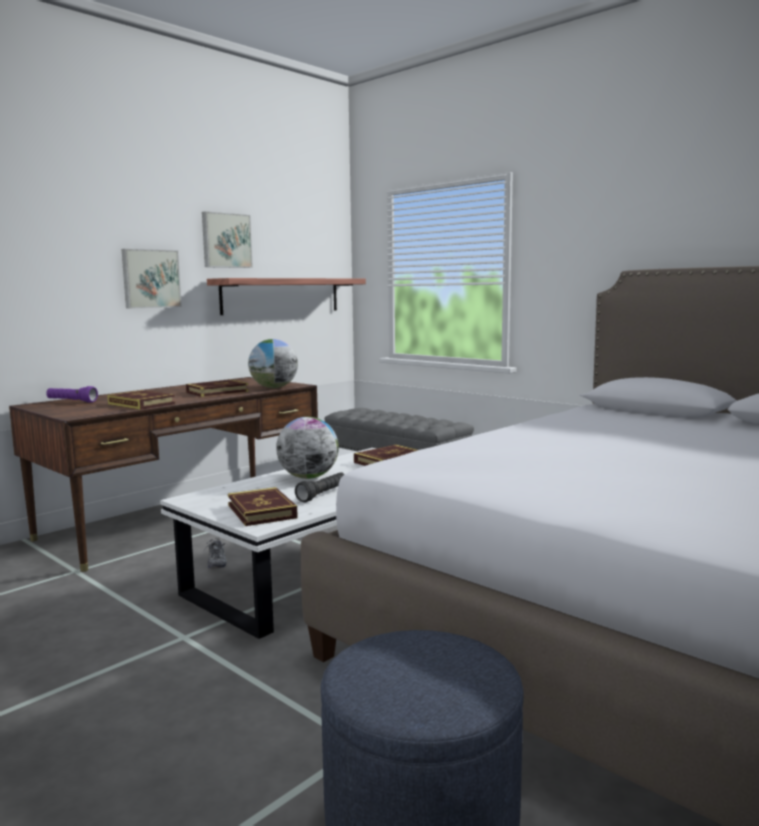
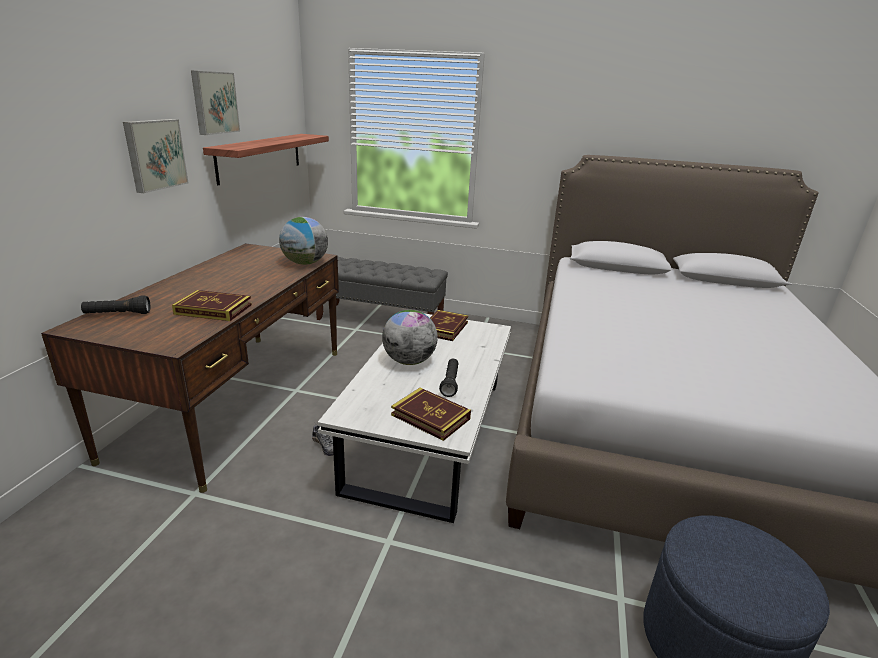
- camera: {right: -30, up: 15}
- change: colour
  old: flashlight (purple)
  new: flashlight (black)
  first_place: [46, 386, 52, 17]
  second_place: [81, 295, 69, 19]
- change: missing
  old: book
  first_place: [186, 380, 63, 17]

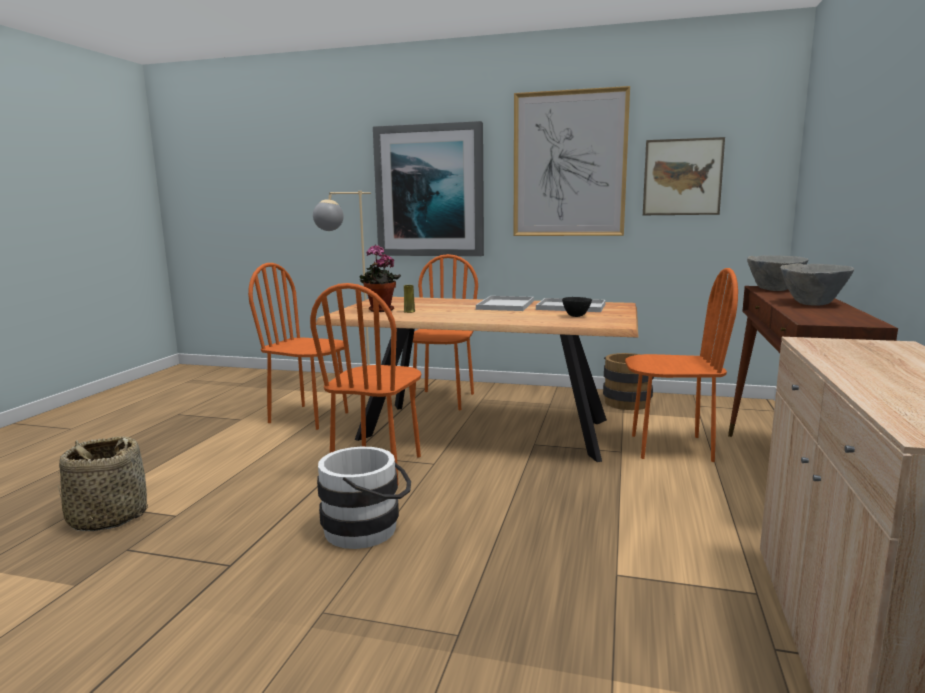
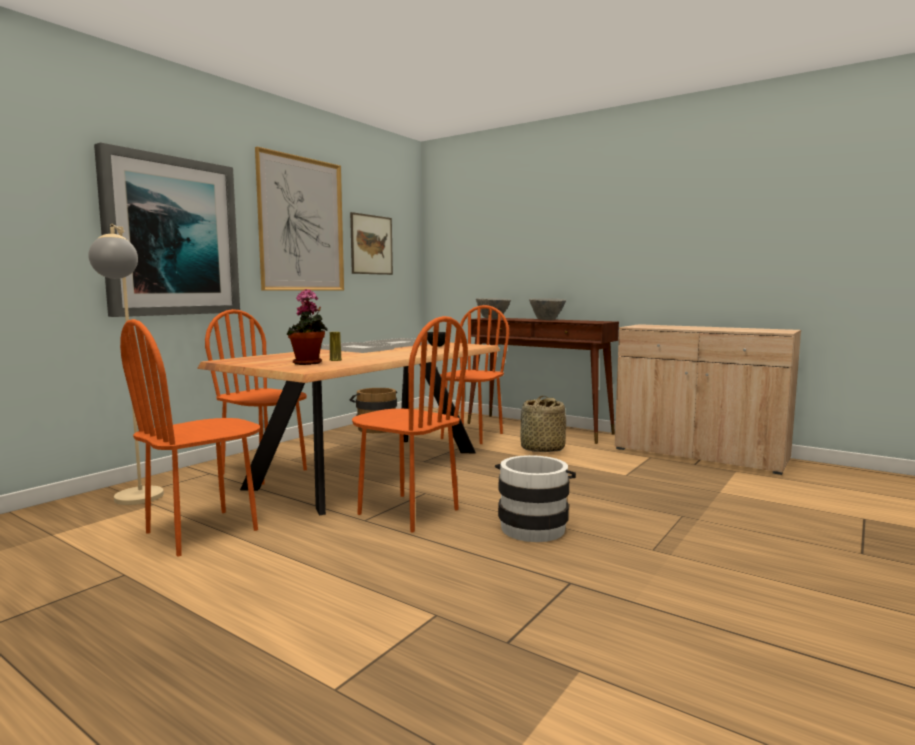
- camera: {right: -70, up: -5}
- change: relocated
  old: basket
  first_place: [58, 436, 90, 95]
  second_place: [520, 396, 46, 56]

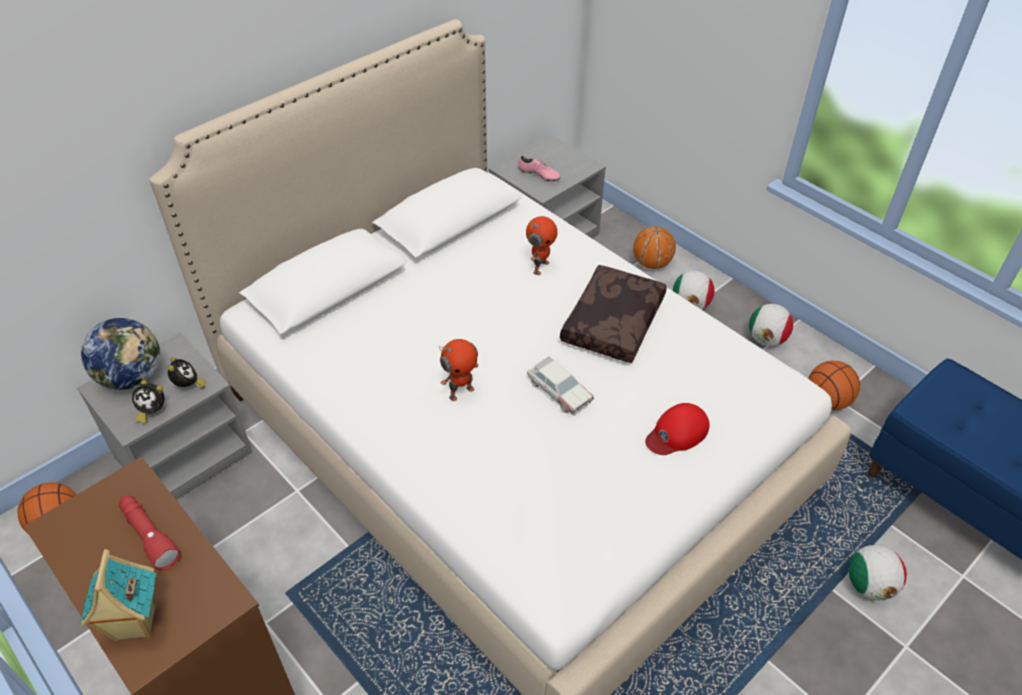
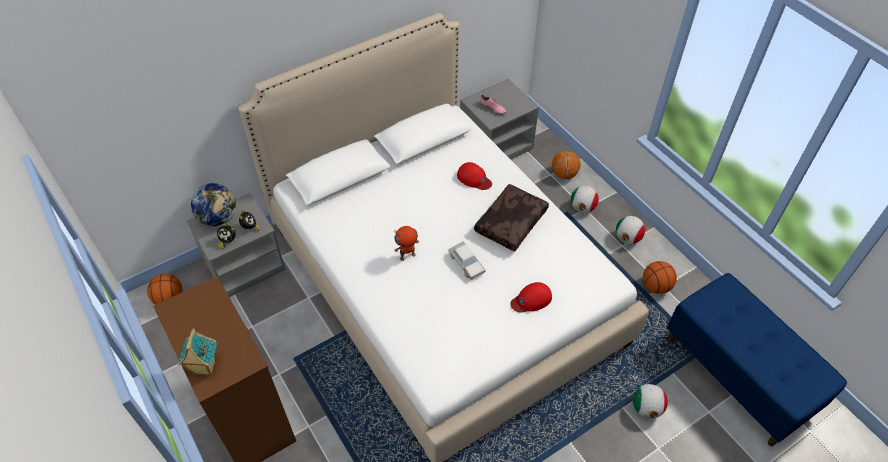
- camera: {right: 10, up: 5}
- change: missing
  old: flashlight (red)
  first_place: [119, 495, 62, 75]
- change: exchanged
  old: toy robot
  new: cap (red)
  first_place: [526, 216, 31, 59]
  second_place: [457, 162, 35, 28]

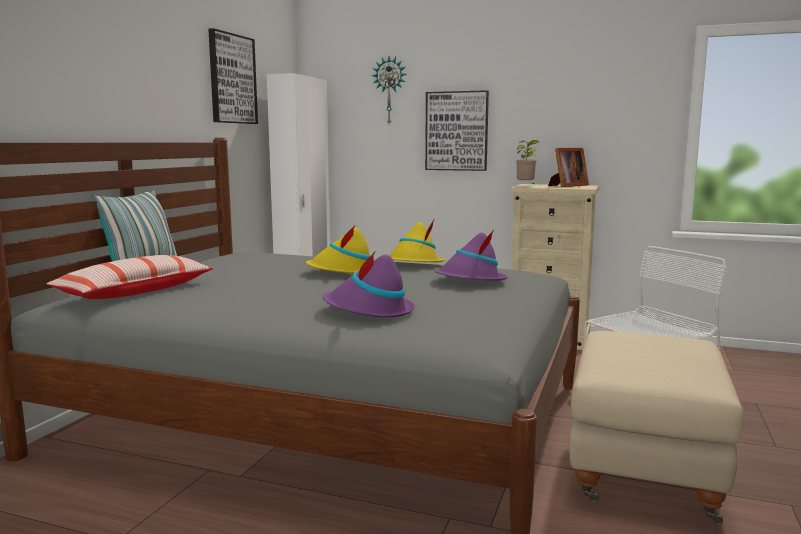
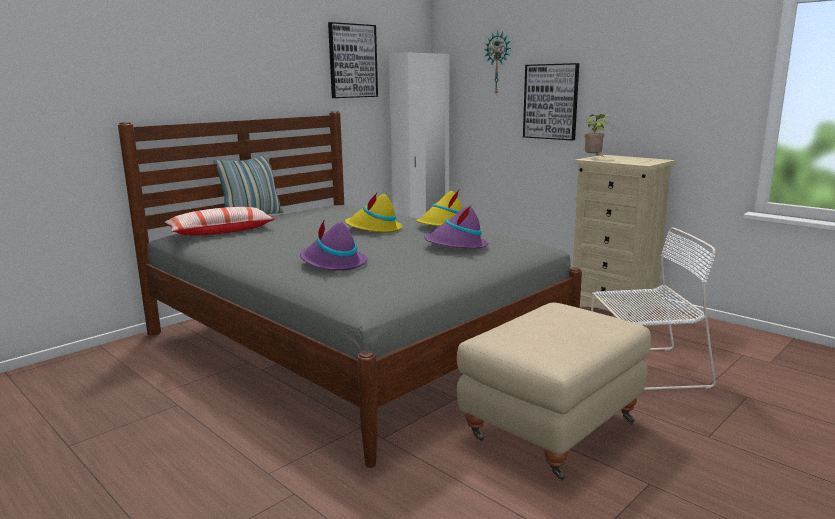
- camera: {right: 25, up: 5}
- change: missing
  old: picture frame
  first_place: [548, 148, 41, 39]

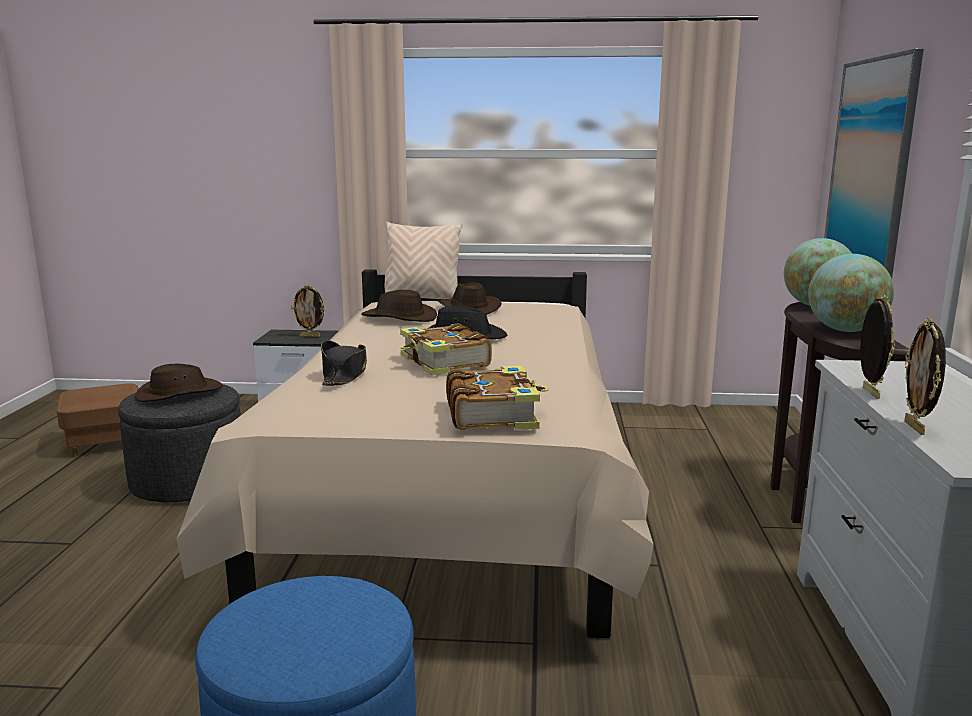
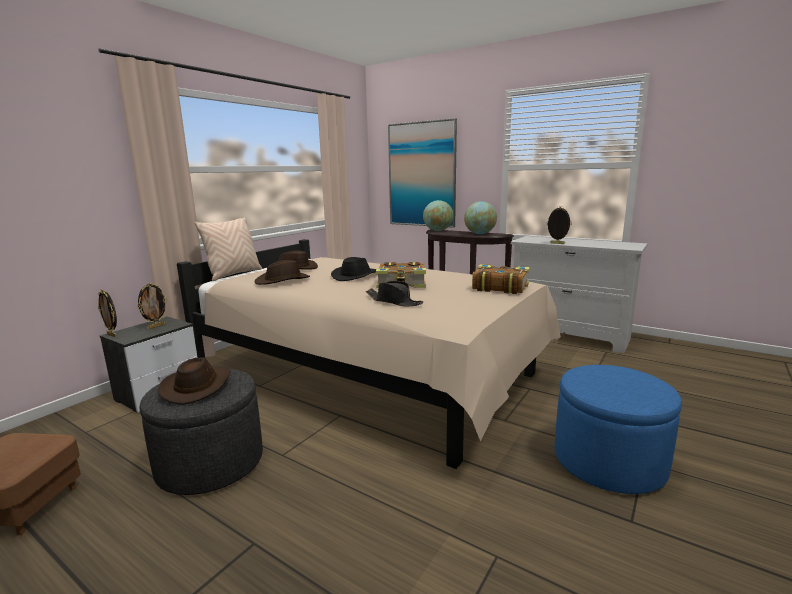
- camera: {right: -60, up: 0}
- change: relocated
  old: picture frame
  first_place: [905, 318, 41, 117]
  second_place: [98, 290, 19, 47]

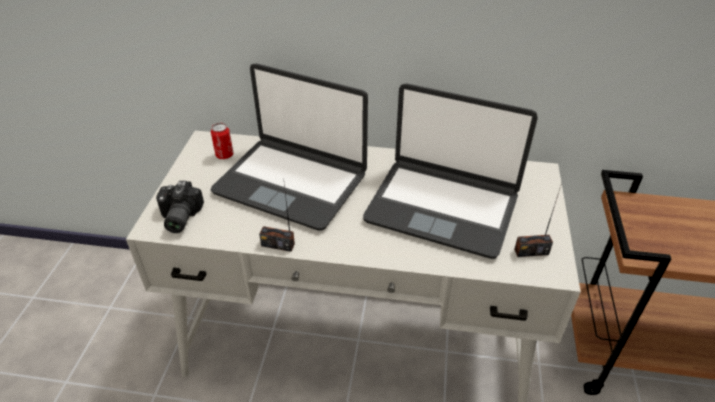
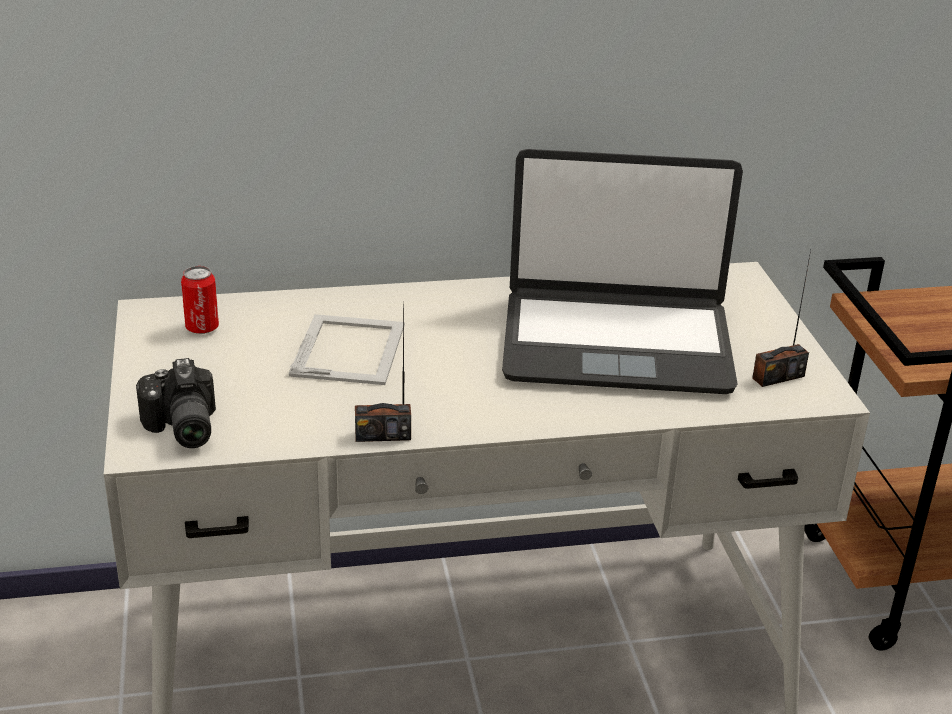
- camera: {right: -20, up: -10}
- change: exchanged
  old: laptop
  new: picture frame
  first_place: [210, 64, 158, 167]
  second_place: [289, 314, 116, 71]

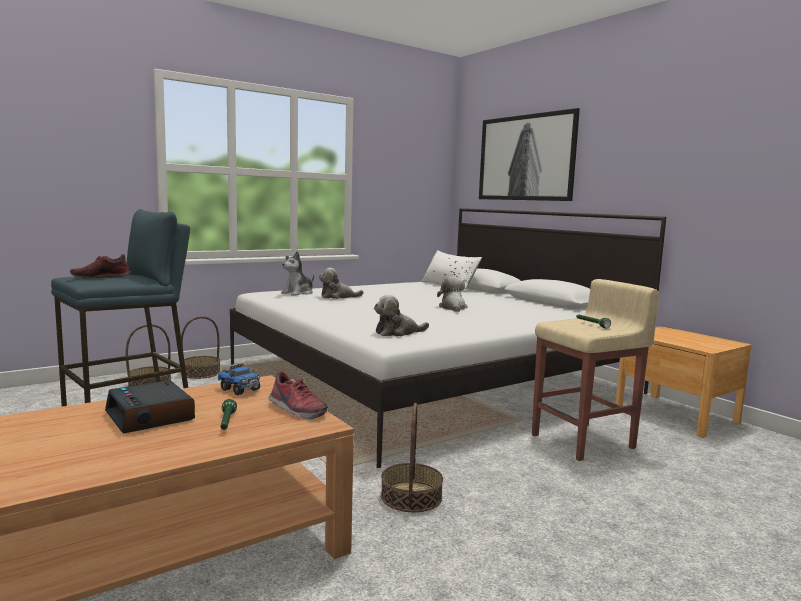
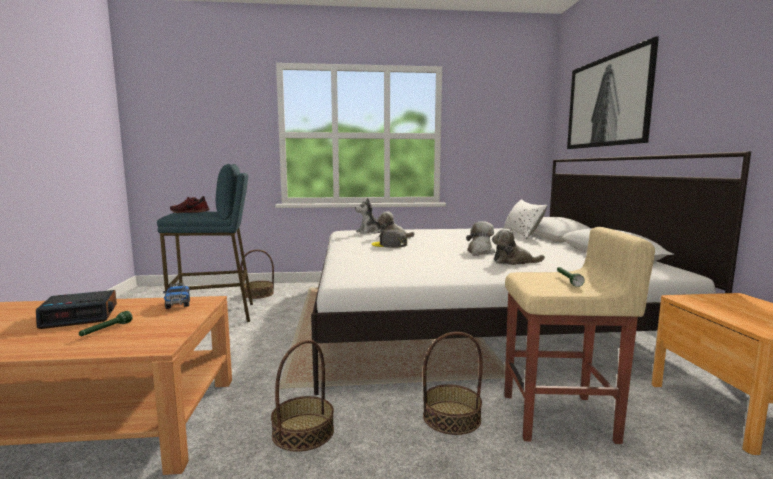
- camera: {right: 30, up: 0}
- change: spun
  old: alarm clock
  first_place: [105, 380, 90, 54]
  second_place: [36, 290, 81, 39]
  degrees: -105
- change: relocated
  old: basket
  first_place: [181, 316, 39, 63]
  second_place: [423, 332, 60, 103]
- change: missing
  old: shoe
  first_place: [268, 371, 60, 48]
- change: relocated
  old: plush toy
  first_place: [374, 295, 55, 41]
  second_place: [492, 228, 53, 37]
- change: appeared
  new: cap (grey)
  second_place: [372, 229, 35, 19]

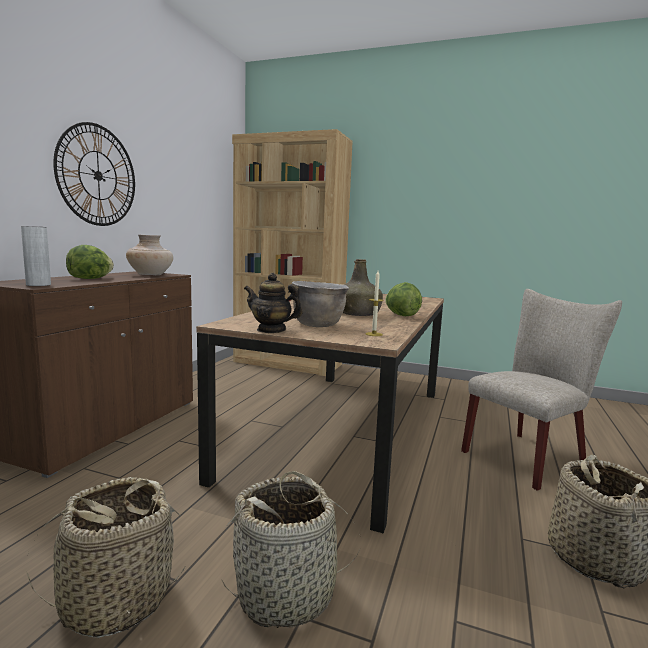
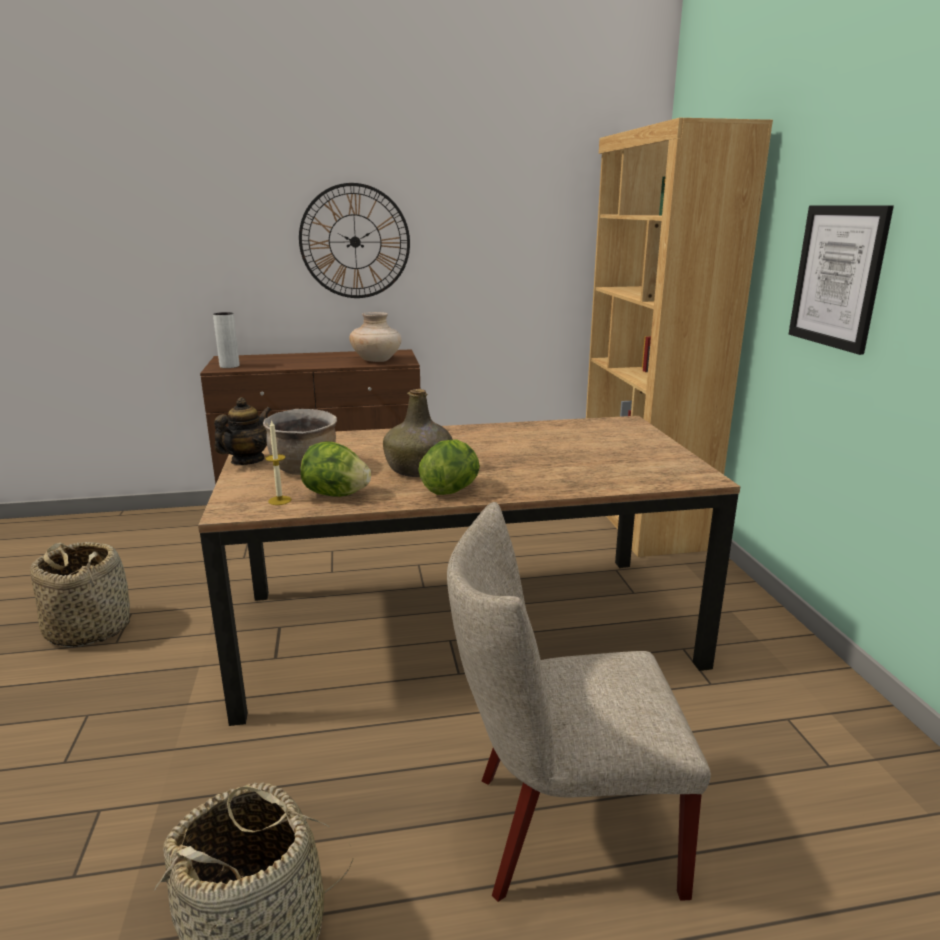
- camera: {right: 60, up: 10}
- change: relocated
  old: lettuce
  first_place: [66, 245, 48, 34]
  second_place: [300, 441, 71, 56]
- change: missing
  old: basket
  first_place: [221, 471, 140, 157]
- change: spun
  old: teapot
  first_place: [244, 273, 58, 60]
  second_place: [214, 397, 57, 68]
  degrees: 45
- change: spun
  old: chair (beige)
  first_place: [461, 289, 161, 202]
  second_place: [447, 502, 264, 400]
  degrees: 150
- change: appeared
  new: picture
  second_place: [789, 205, 105, 150]

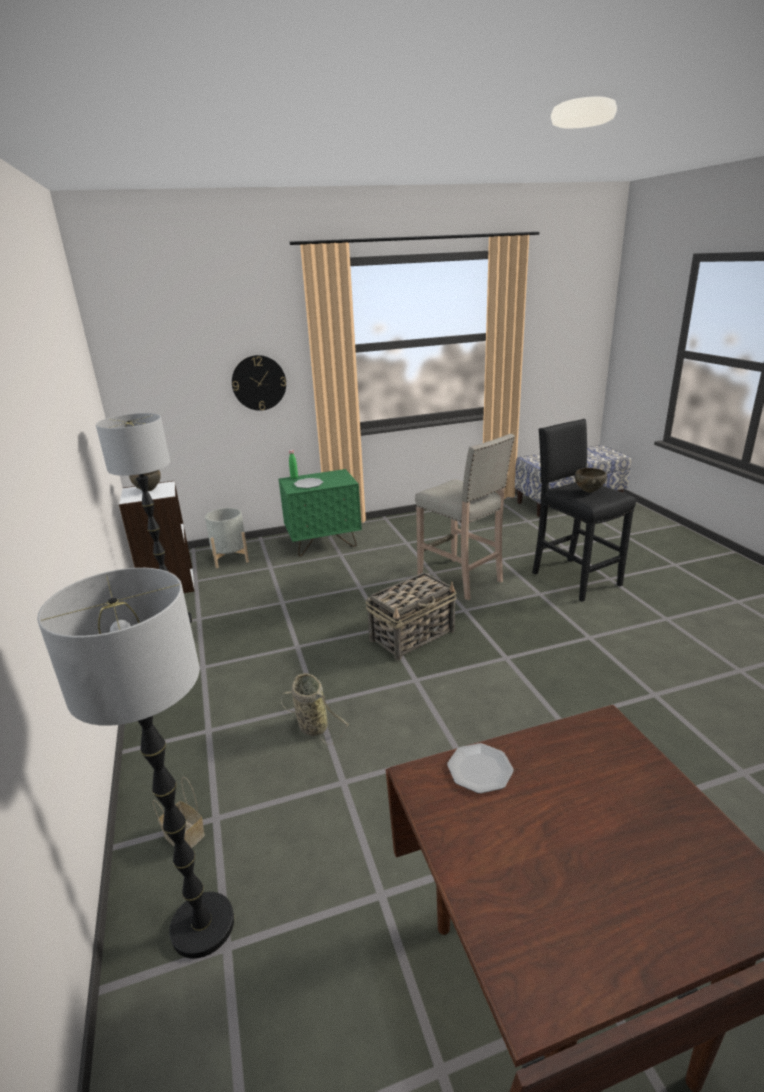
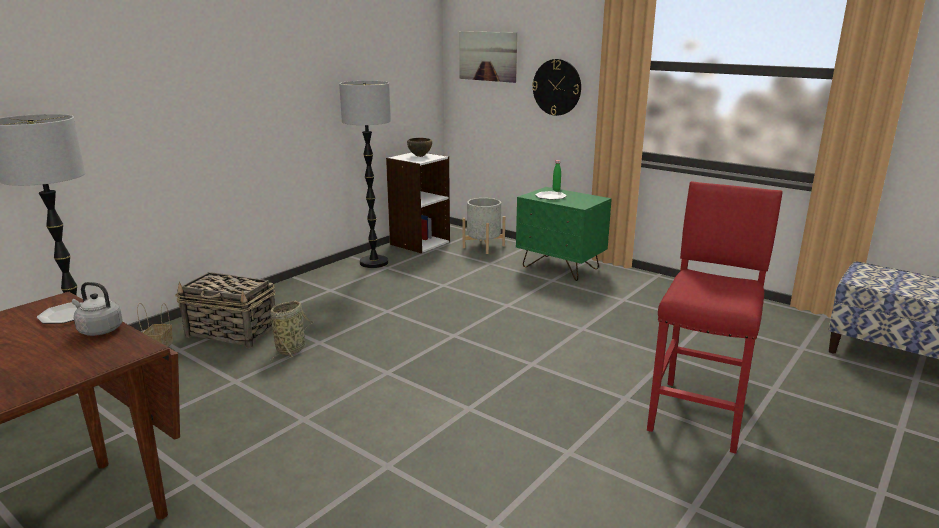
- camera: {right: 55, up: -5}
- change: relocated
  old: basket
  first_place: [366, 572, 91, 88]
  second_place: [175, 272, 100, 76]
- change: missing
  old: stool (beige)
  first_place: [415, 434, 100, 166]
- change: colour
  old: stool (black)
  new: stool (red)
  first_place: [533, 419, 103, 183]
  second_place: [647, 181, 136, 273]
- change: missing
  old: bowl (brown)
  first_place: [575, 468, 32, 25]
- change: appeared
  new: kettle (grey)
  second_place: [72, 282, 50, 54]
- change: appeared
  new: picture
  second_place: [459, 31, 58, 52]

